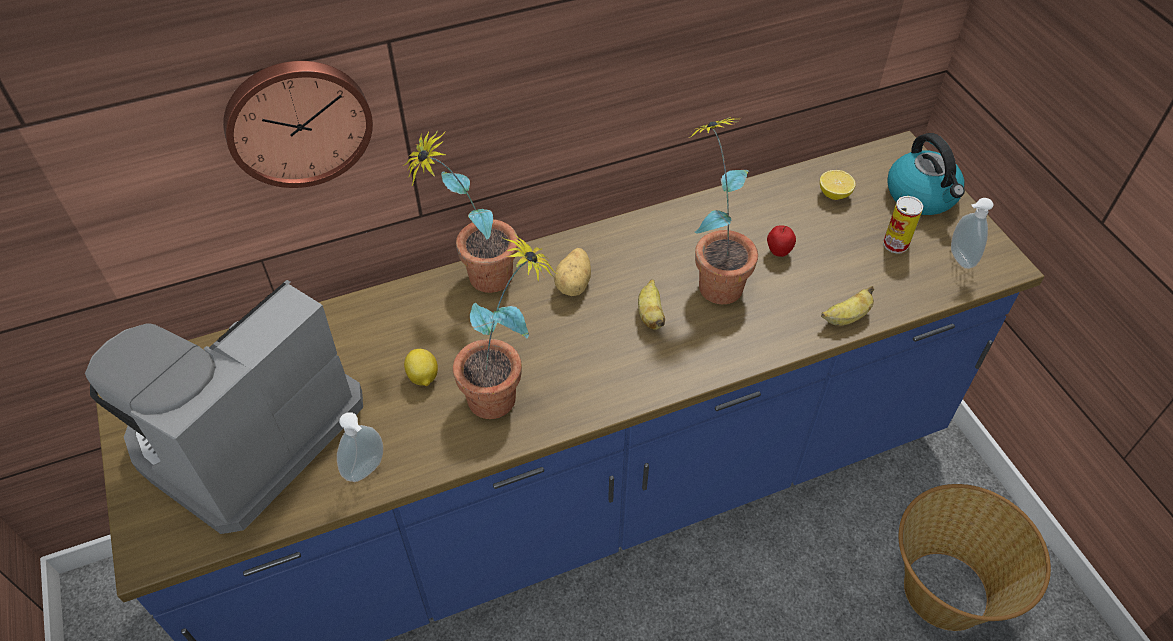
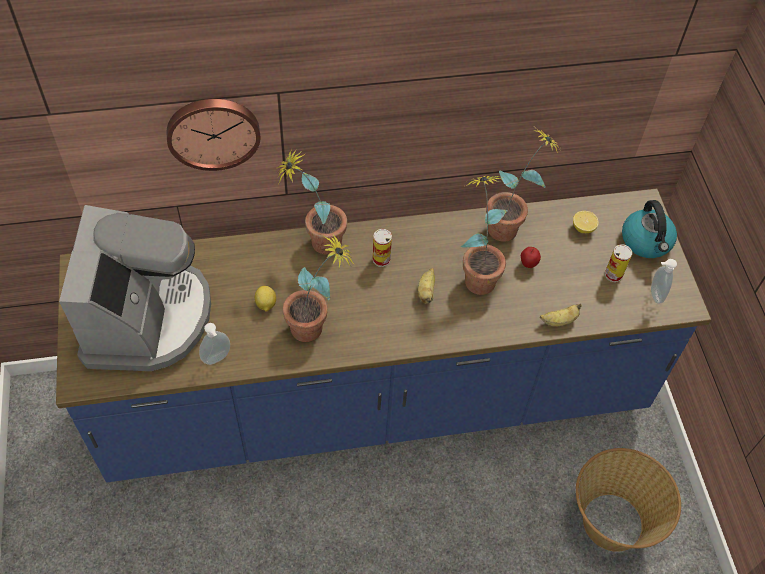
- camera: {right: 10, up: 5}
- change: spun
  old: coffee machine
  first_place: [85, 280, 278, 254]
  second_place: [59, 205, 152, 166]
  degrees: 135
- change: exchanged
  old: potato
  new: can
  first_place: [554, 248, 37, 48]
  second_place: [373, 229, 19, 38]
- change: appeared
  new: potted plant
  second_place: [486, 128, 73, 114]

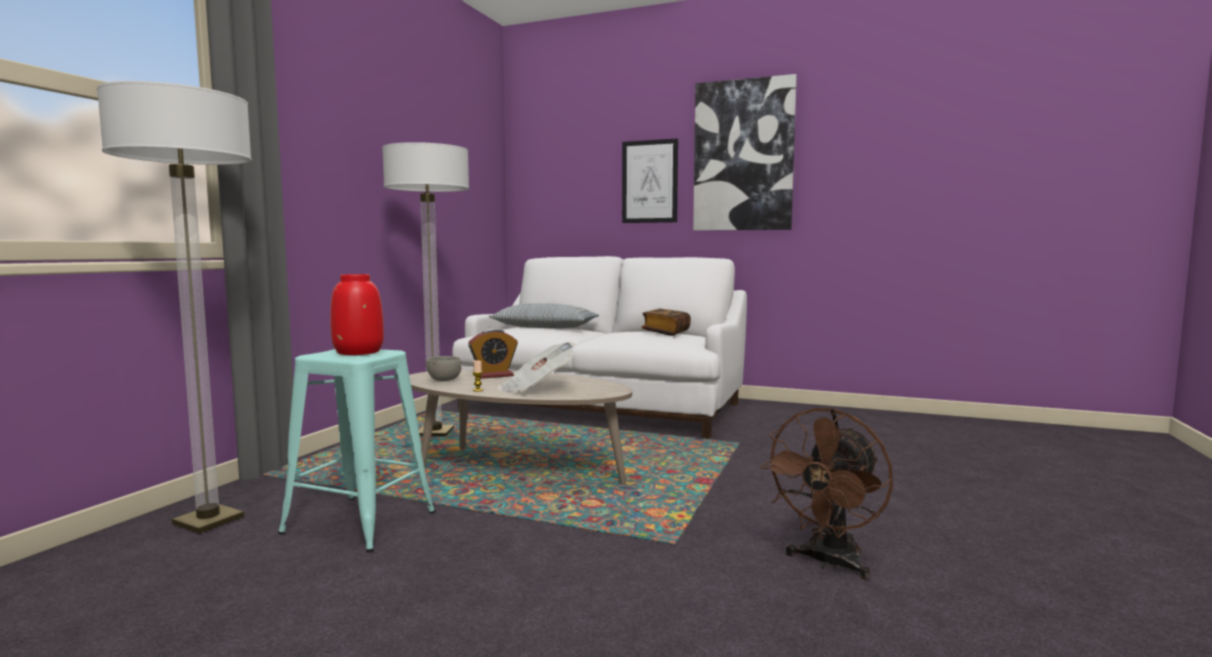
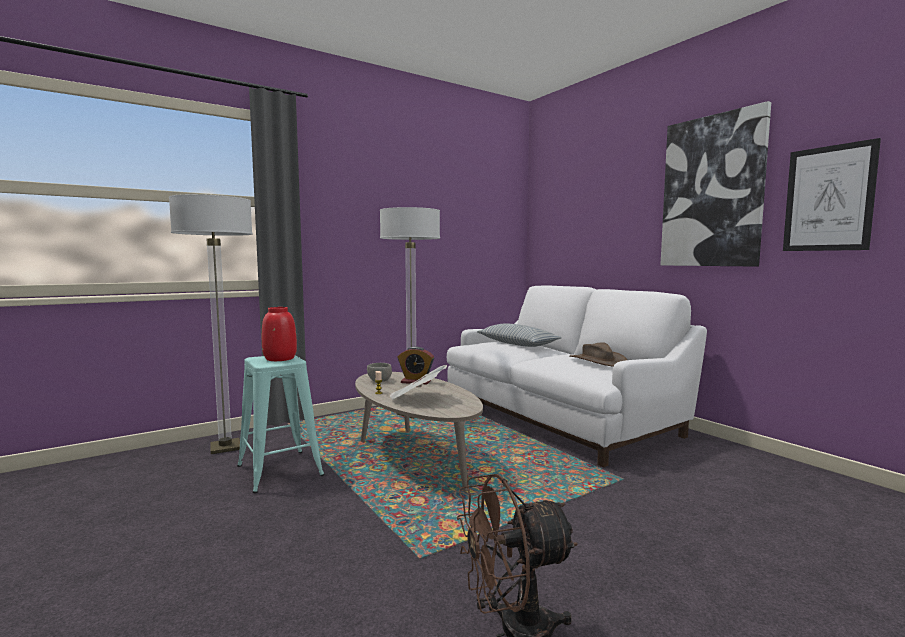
- camera: {right: 35, up: 0}
- change: relocated
  old: picture
  first_place: [622, 138, 56, 85]
  second_place: [783, 138, 98, 113]
- change: exchanged
  old: book
  new: hat (brown)
  first_place: [641, 309, 50, 27]
  second_place: [569, 342, 58, 25]

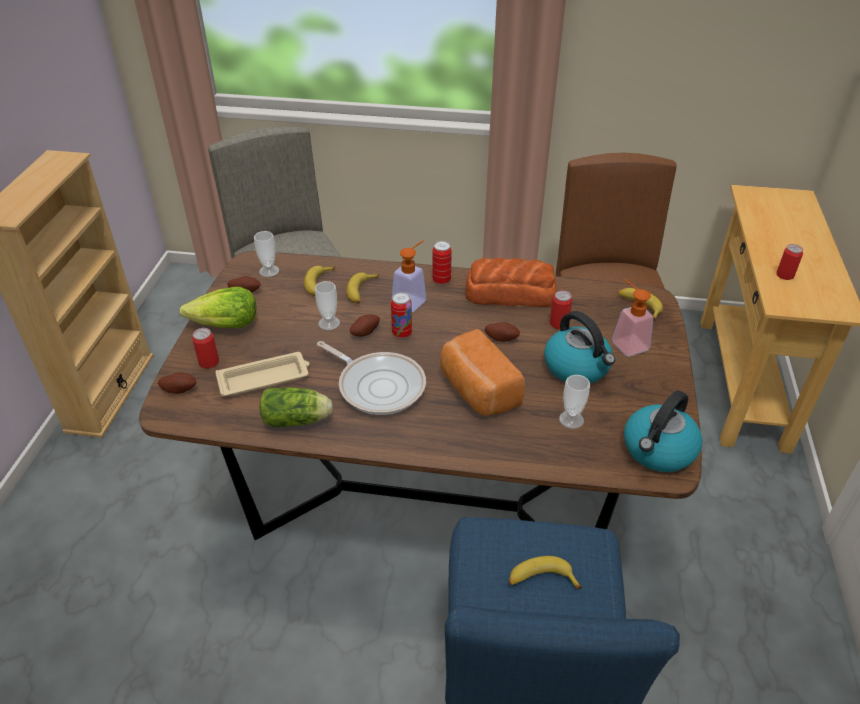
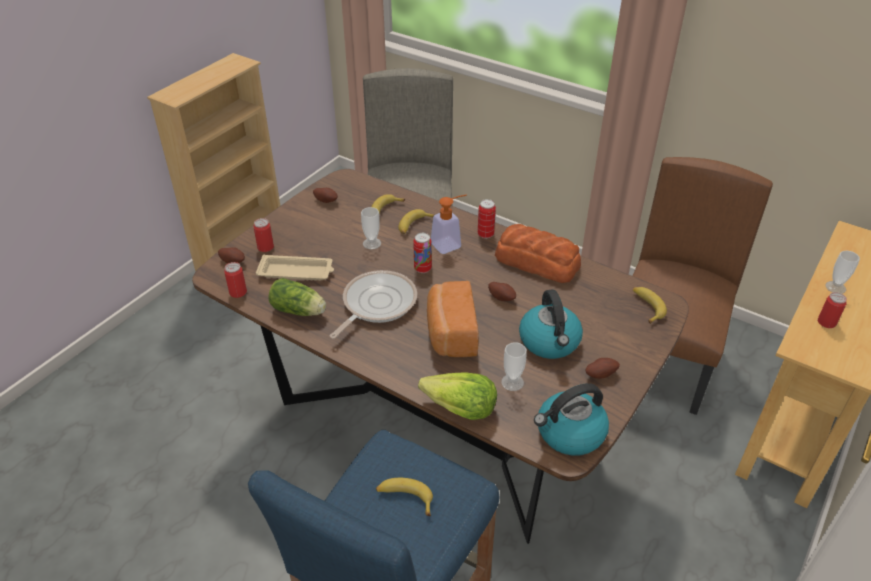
- camera: {right: 25, up: 0}
- change: relocated
  old: lettuce
  first_place: [180, 287, 76, 41]
  second_place: [418, 372, 79, 48]
- change: relocated
  old: cup
  first_place: [254, 231, 25, 46]
  second_place: [826, 251, 34, 43]
- change: spun
  old: frying pan
  first_place: [317, 341, 109, 74]
  second_place: [330, 270, 87, 69]
  degrees: -120
- change: relocated
  old: potato
  first_place: [350, 315, 30, 22]
  second_place: [586, 358, 34, 21]
- change: relocated
  old: can
  first_place: [550, 290, 22, 39]
  second_place: [224, 262, 23, 36]
- change: missing
  old: soap dispenser
  first_place: [612, 279, 41, 77]

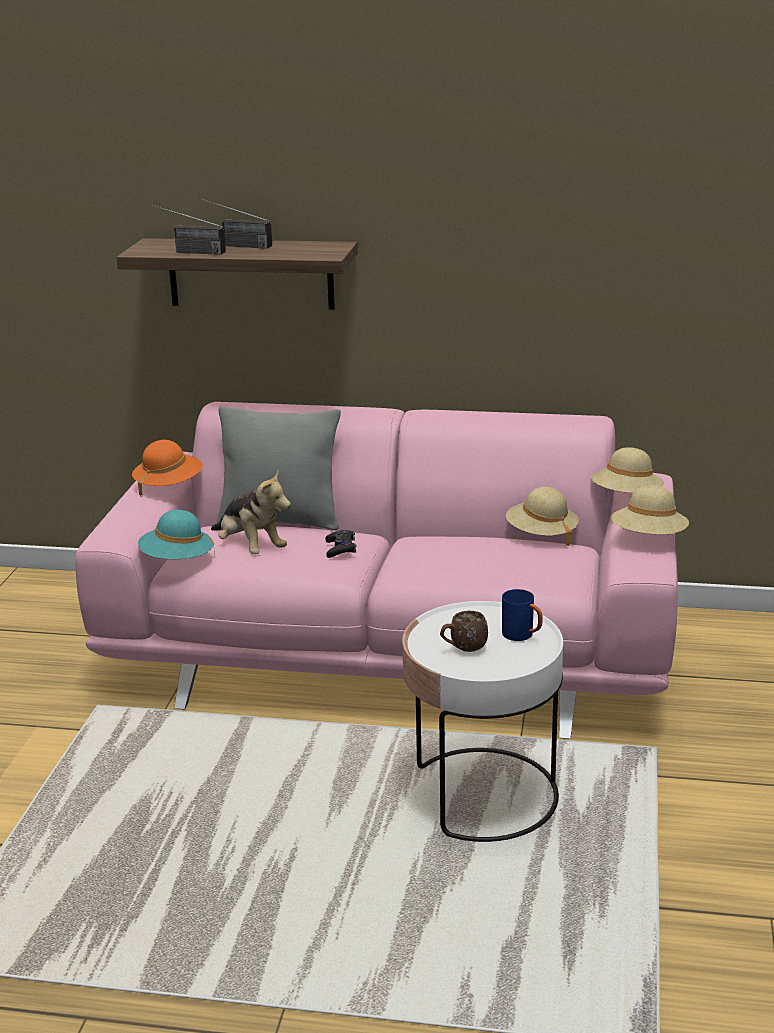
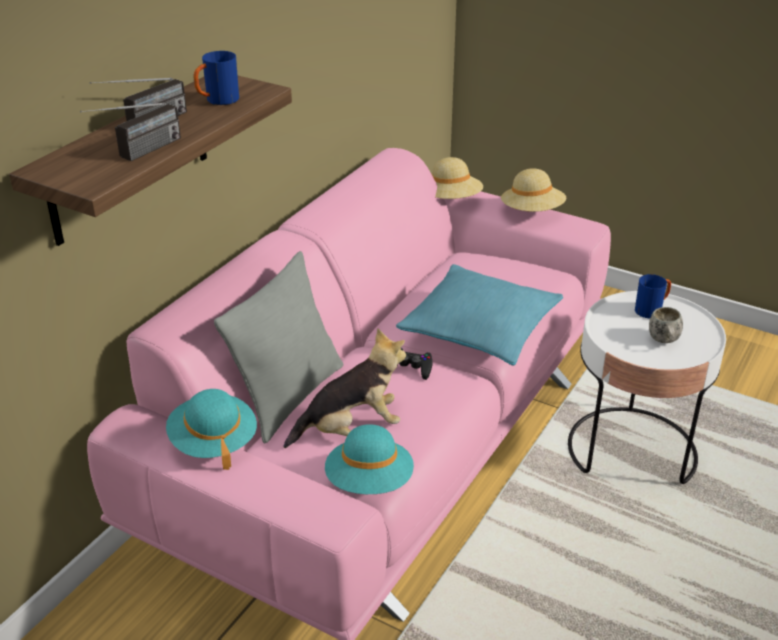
- camera: {right: -70, up: 10}
- change: colour
  old: hat (orange)
  new: hat (turquoise)
  first_place: [132, 440, 71, 57]
  second_place: [166, 389, 91, 81]
- change: colour
  old: mug (brown)
  new: mug (white)
  first_place: [440, 611, 48, 41]
  second_place: [649, 307, 34, 36]
- change: missing
  old: hat (beige)
  first_place: [506, 487, 73, 59]
- change: appeared
  new: mug (blue)
  second_place: [194, 51, 45, 54]
- change: appeared
  new: pillow (turquoise)
  second_place: [396, 264, 167, 101]

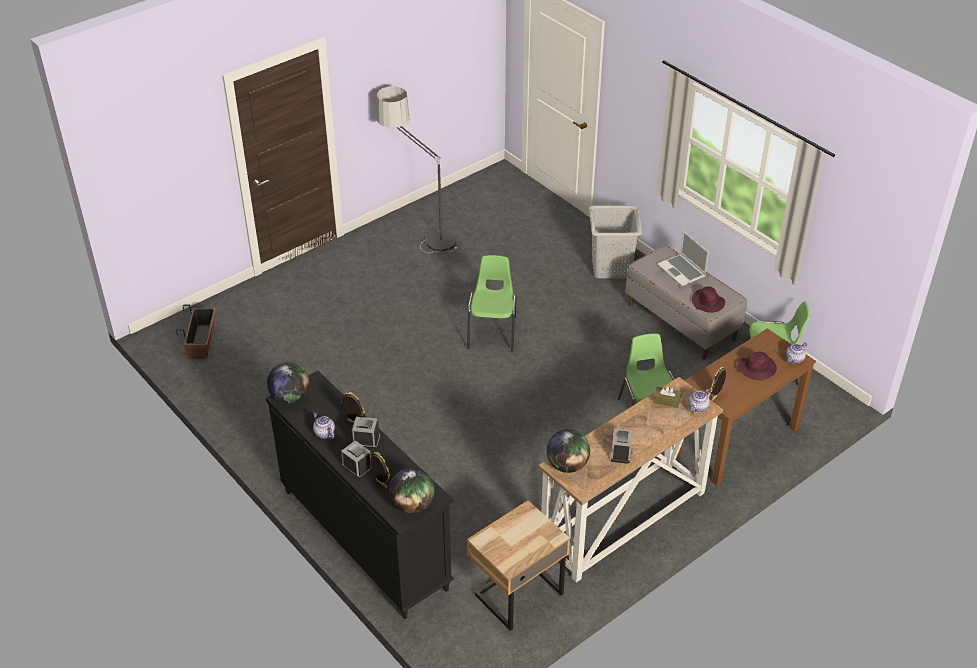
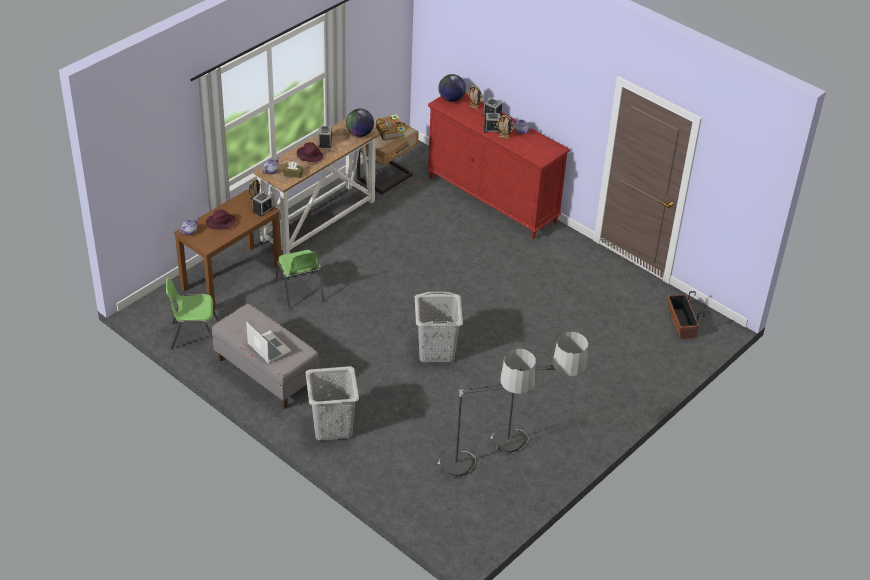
- camera: {right: 170, up: 0}
- change: colour
  old: dresser (black)
  new: dresser (red)
  first_place: [266, 371, 188, 248]
  second_place: [426, 93, 144, 146]
- change: missing
  old: globe
  first_place: [267, 362, 42, 42]
- change: exchanged
  old: chair (green)
  new: laundry basket (grey)
  first_place: [467, 255, 49, 97]
  second_place: [415, 292, 48, 70]
- change: relocated
  old: hat (purple)
  first_place: [692, 286, 33, 27]
  second_place: [297, 142, 26, 20]
- change: appeared
  new: alarm clock
  second_place: [252, 191, 21, 26]
- change: appeared
  new: book
  second_place: [376, 114, 30, 27]
- change: appeared
  new: floor lamp
  second_place: [437, 349, 99, 128]

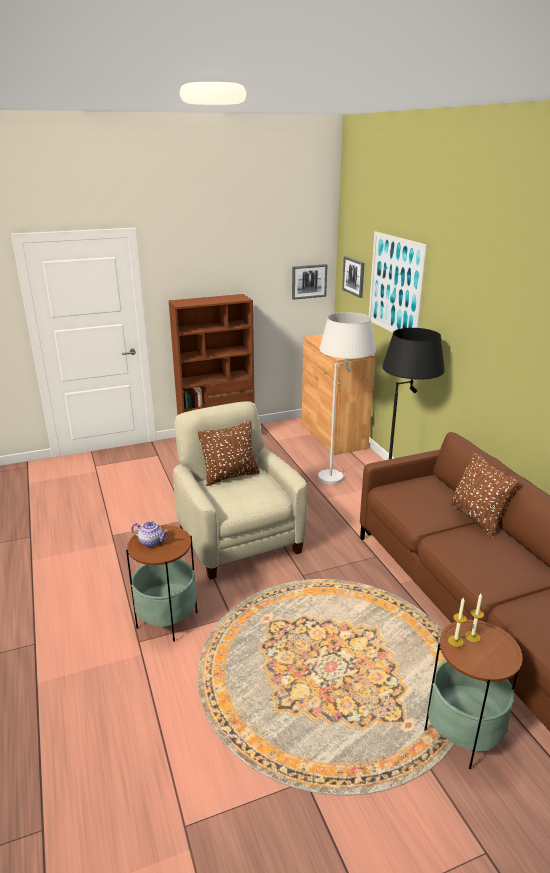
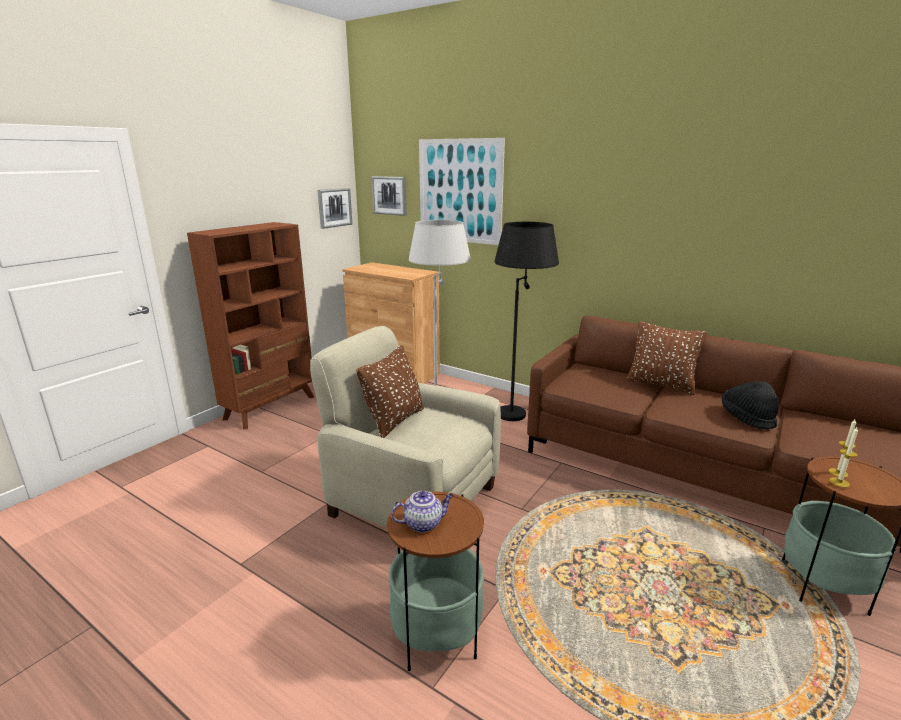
- camera: {right: -35, up: -5}
- change: appeared
  new: hat (black)
  second_place: [722, 381, 57, 48]

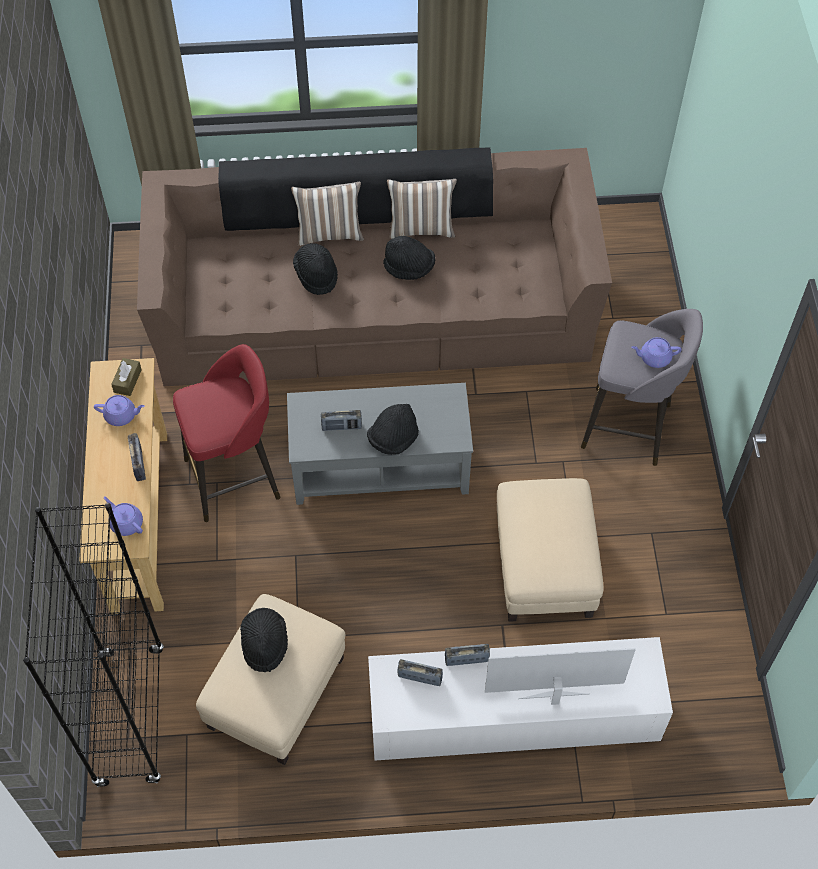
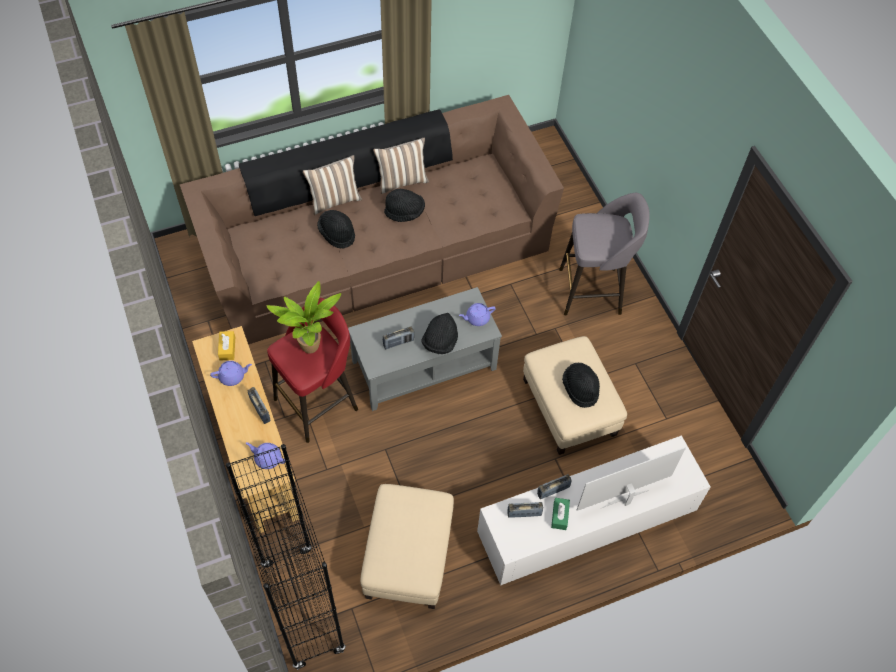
- camera: {right: -20, up: 0}
- change: colour
  old: tissue box (brown)
  new: tissue box (yellow)
  first_place: [111, 358, 31, 38]
  second_place: [218, 331, 17, 29]
- change: relocated
  old: hat (black)
  first_place: [240, 608, 48, 64]
  second_place: [562, 363, 38, 45]
- change: relocated
  old: teapot (purple)
  first_place: [631, 337, 51, 31]
  second_place: [459, 303, 37, 23]
- change: appeared
  new: potted plant
  second_place: [267, 281, 74, 73]
- change: appeared
  new: tissue box (green)
  second_place: [551, 498, 19, 32]

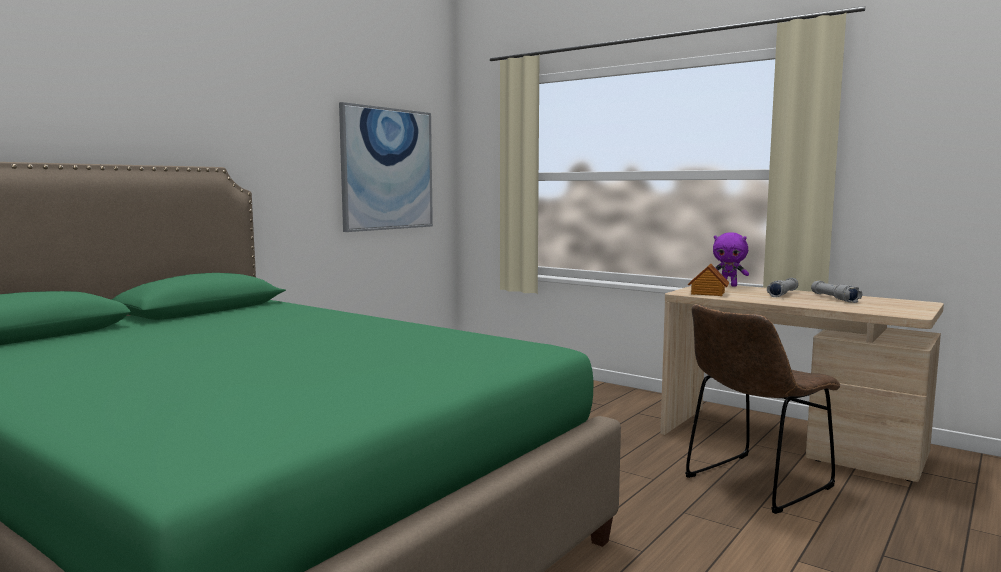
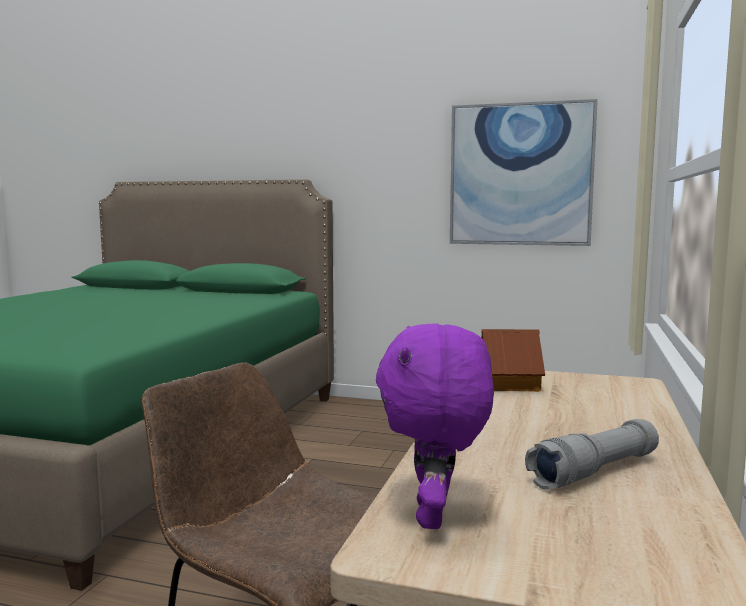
- camera: {right: 70, up: 0}
- change: relocated
  old: plush toy (purple)
  first_place: [713, 232, 36, 55]
  second_place: [376, 324, 118, 205]
- change: missing
  old: flashlight (grey)
  first_place: [767, 278, 32, 19]

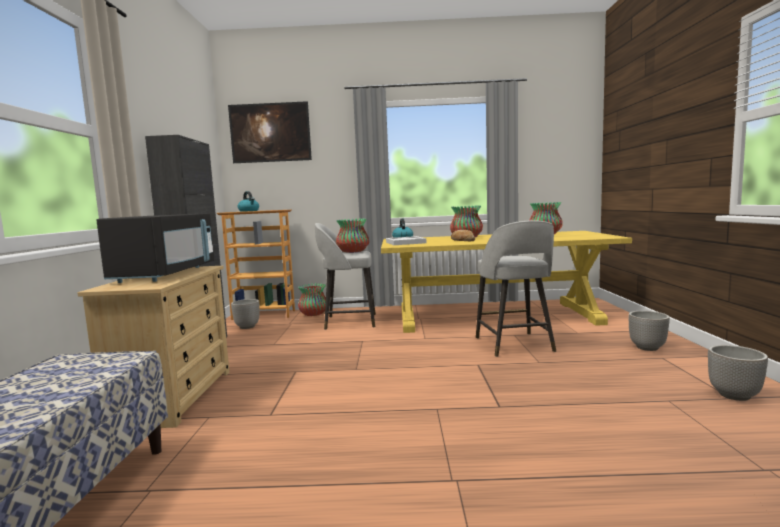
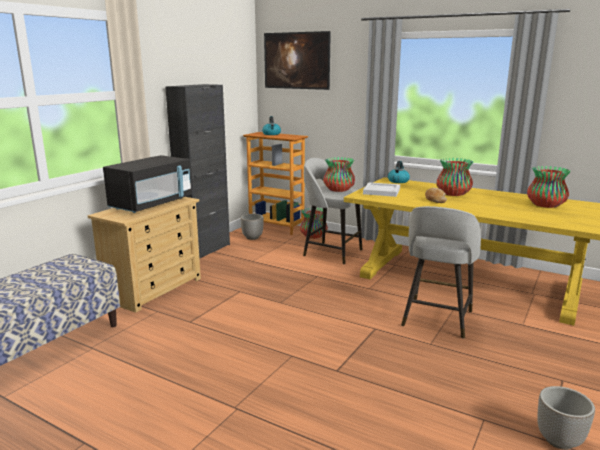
- camera: {right: 30, up: 10}
- change: missing
  old: planter
  first_place: [628, 311, 42, 40]

